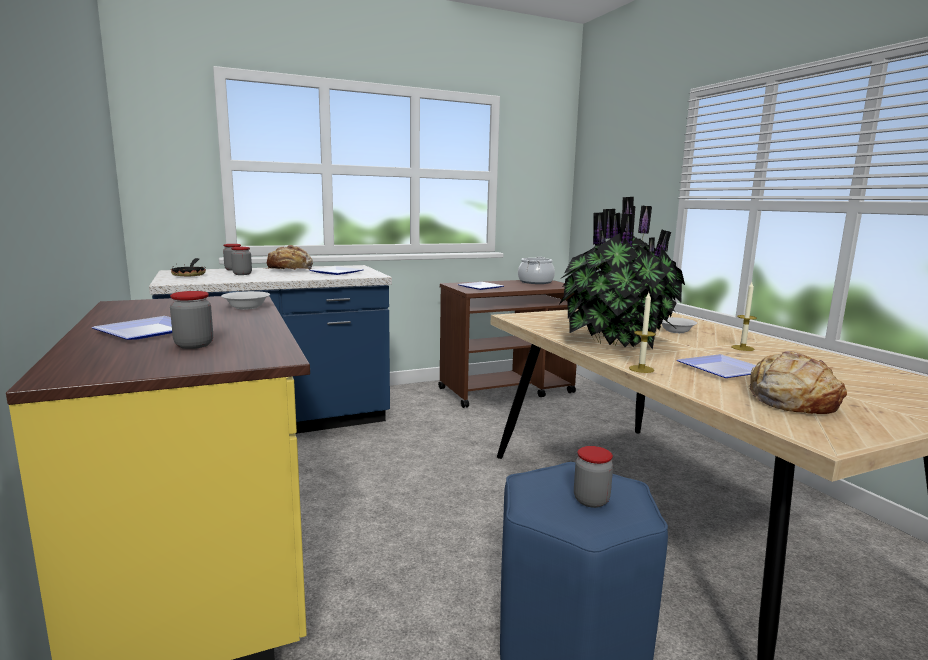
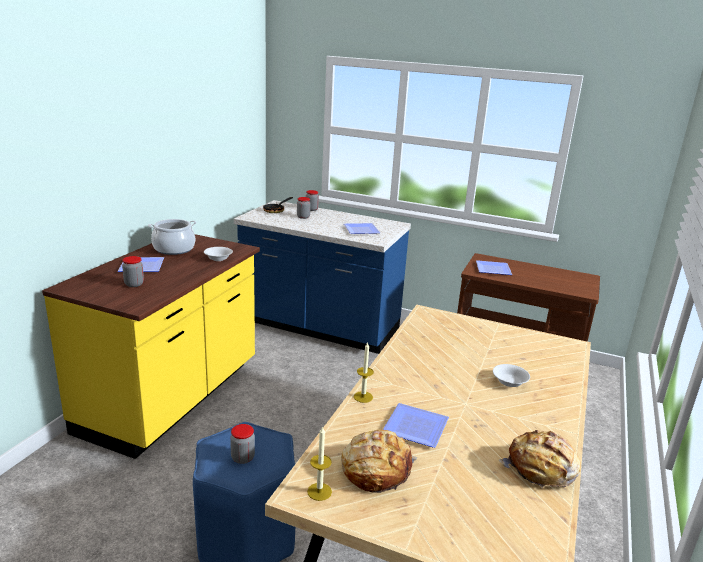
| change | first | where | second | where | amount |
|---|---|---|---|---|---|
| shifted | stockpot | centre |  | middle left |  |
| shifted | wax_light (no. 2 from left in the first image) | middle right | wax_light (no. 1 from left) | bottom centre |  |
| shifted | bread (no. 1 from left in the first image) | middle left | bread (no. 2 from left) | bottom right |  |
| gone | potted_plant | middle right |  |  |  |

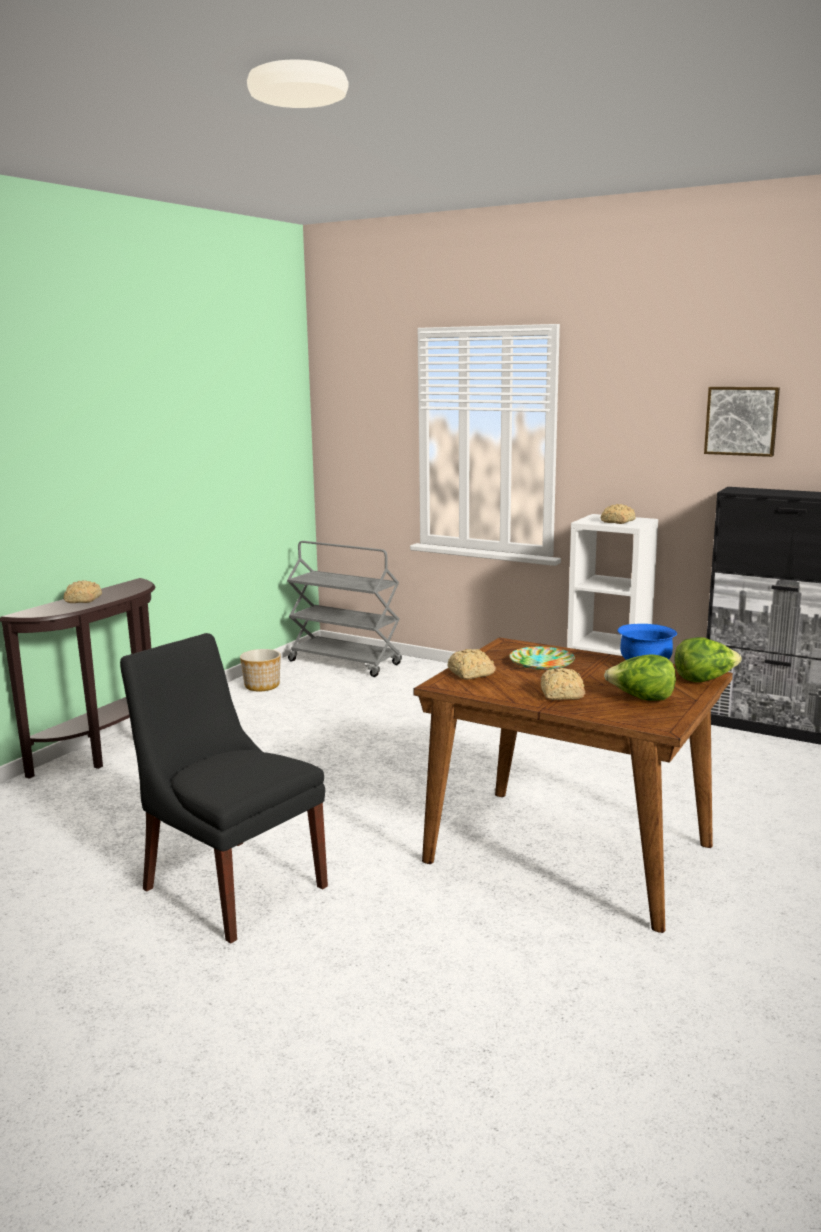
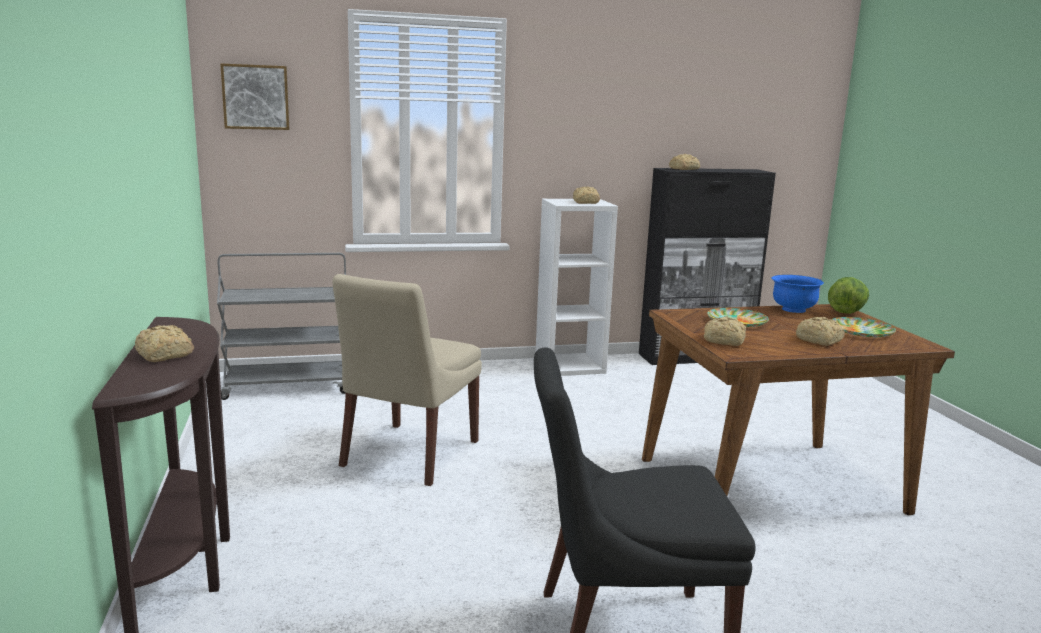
| change | first | where | second | where | amount |
|---|---|---|---|---|---|
| shifted | picture | middle right |  | top left |  |
| new |  |  | beige-coloured_upright_chair | centre |  |
| new |  |  | bread (no. 3 from left) | top centre |  |
| swapped | head_of_lettuce (no. 1 from left) | middle right | plate (no. 2 from left) | middle right |  |
| gone | plant_pot | middle left |  |  |  |

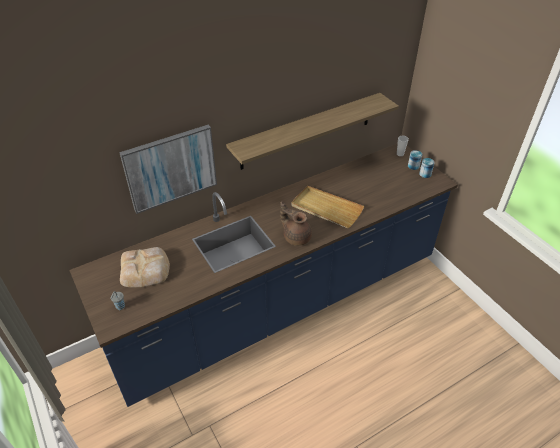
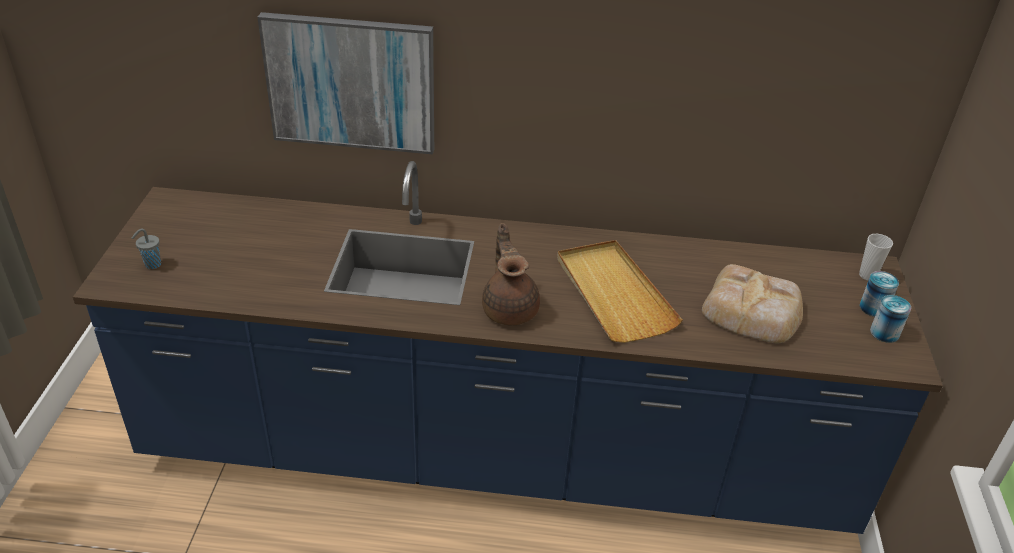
| change | first | where | second | where | amount |
|---|---|---|---|---|---|
| shifted | bread | middle left |  | middle right |  |
| gone | wall_shelf | top centre |  |  |  |

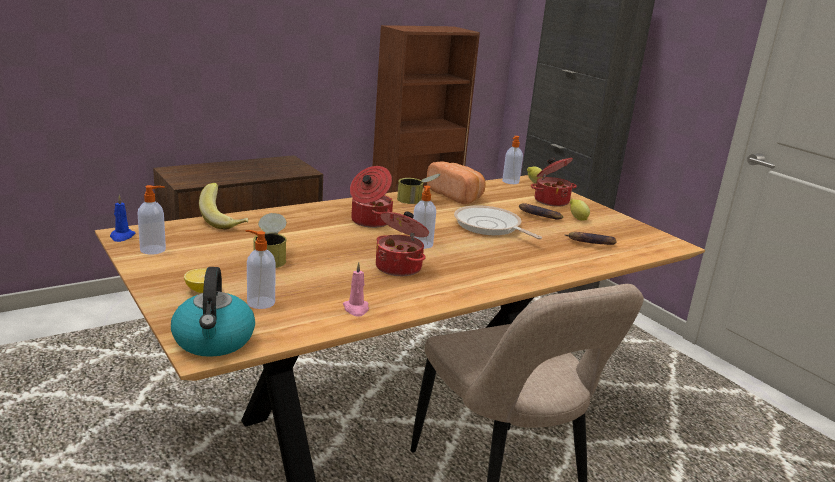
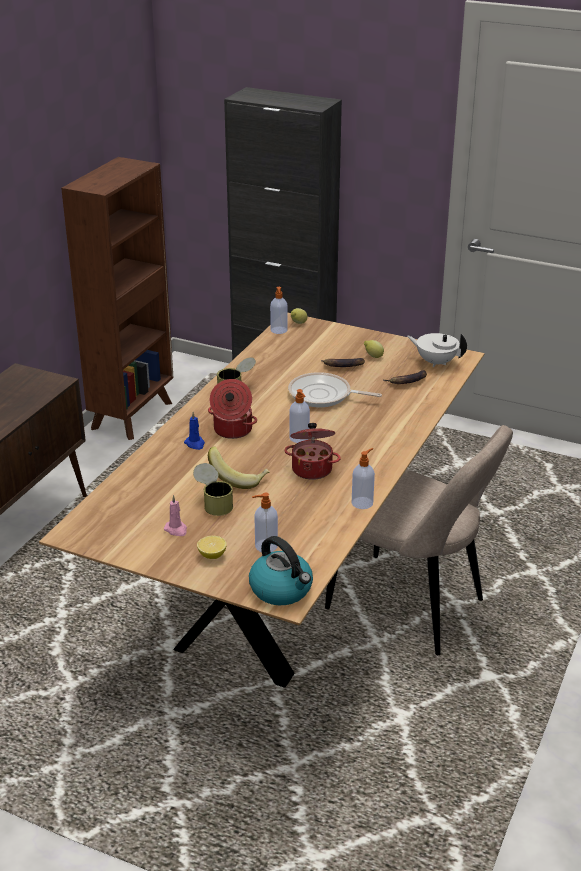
| change | first | where | second | where | amount |
|---|---|---|---|---|---|
| shifted | pink_wax_light | centre |  | middle left |  |
| shifted | blue-coloured_wax_light | middle left |  | centre |  |
| shifted | banana (no. 1 from left) | middle left |  | centre |  |
| shifted | liquid_soap_bottle (no. 1 from left in the first image) | middle left | liquid_soap_bottle (no. 4 from left) | centre |  |
| new |  |  | white-coloured_pot_for_tea | middle right |  |
| gone | bread | centre |  |  |  |
| gone | stockpot (no. 3 from left) | centre |  |  |  |

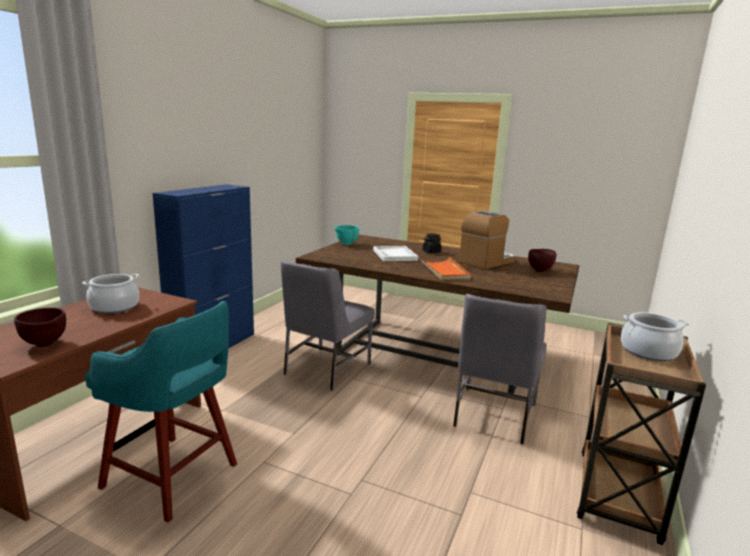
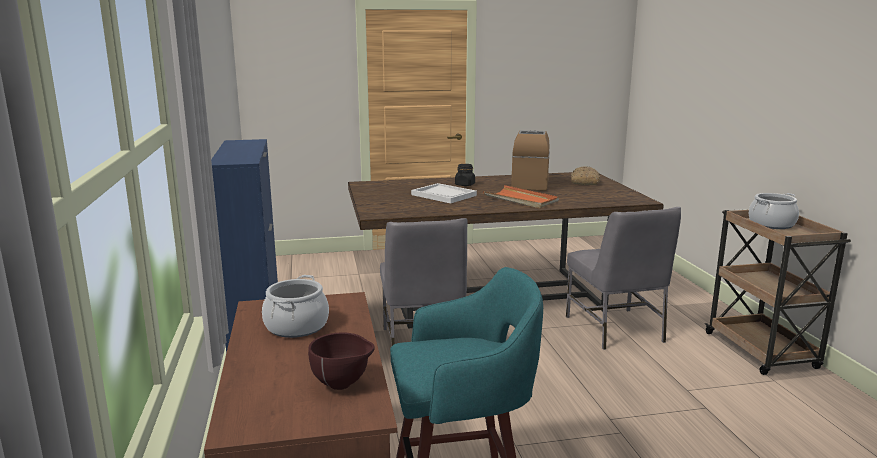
| change | first | where | second | where | amount |
|---|---|---|---|---|---|
| swapped | brown_serving_bowl (no. 2 from left) | middle right | bread | middle right |  |
| gone | turquoise-coloured_serving_bowl | centre |  |  |  |

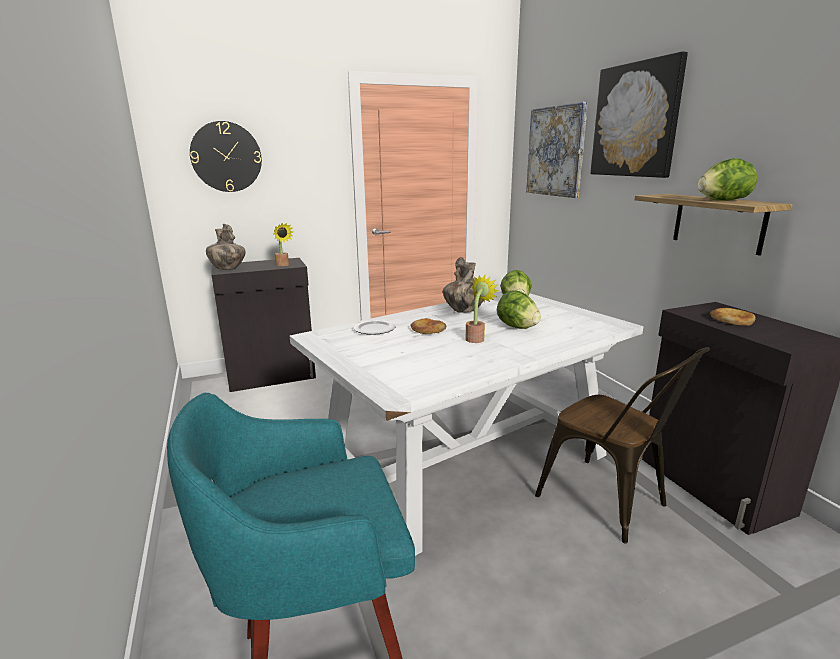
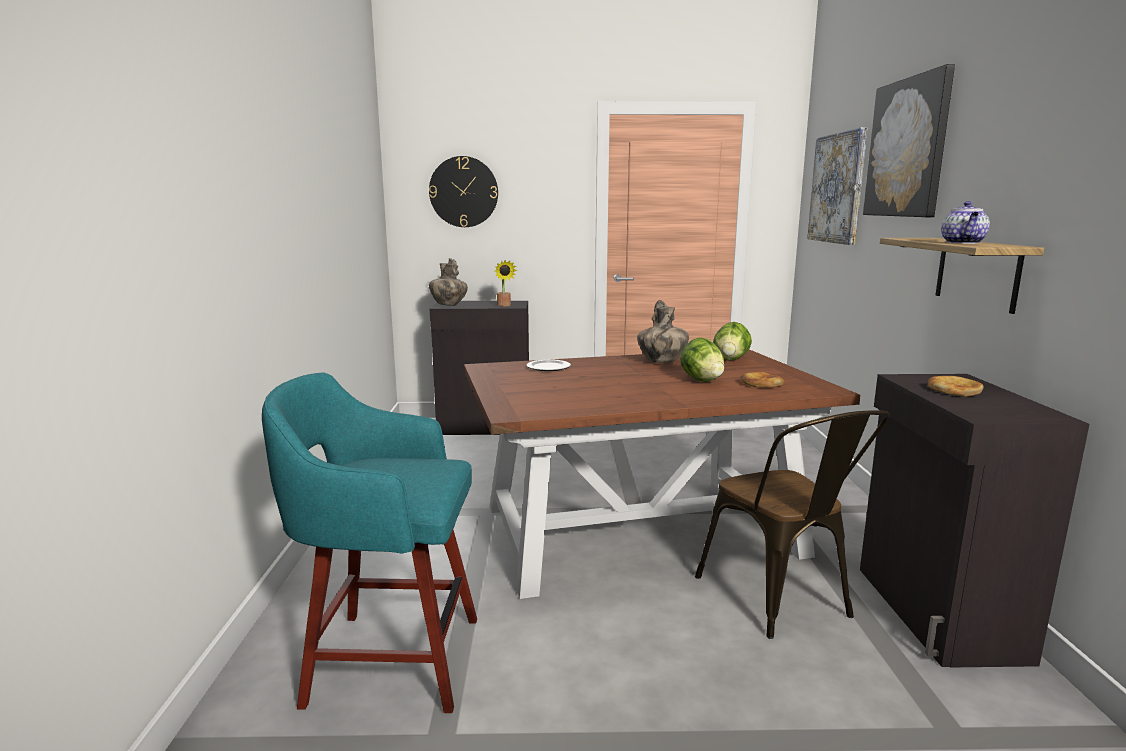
| change | first | where | second | where | amount |
|---|---|---|---|---|---|
| repainted | white-coloured_dinner_table | centre | brown_dinner_table | centre |  |
| shifted | bread (no. 1 from left) | centre |  | middle right |  |
| swapped | head_of_lettuce (no. 3 from left) | top right | pot_for_tea | top right |  |
| gone | potted_plant (no. 2 from left) | centre |  |  |  |

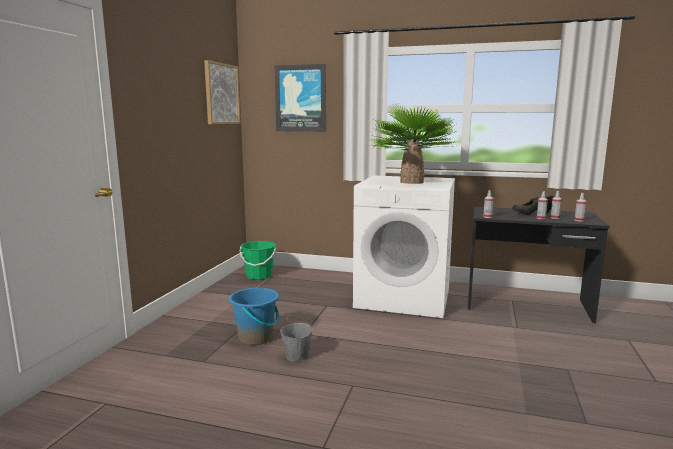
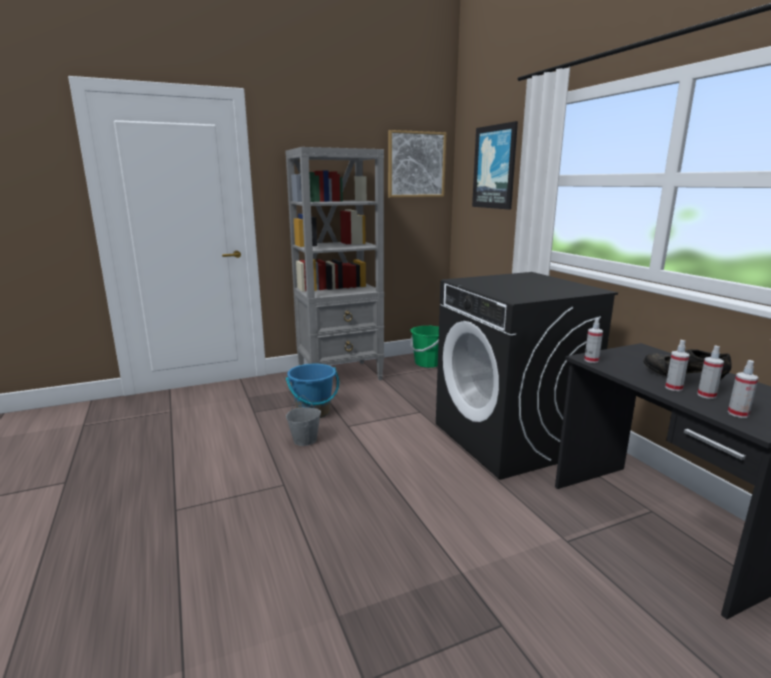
| change | first | where | second | where | amount |
|---|---|---|---|---|---|
| new |  |  | gray_shelving_unit | centre |  |
| repainted | white-coloured_laundry_machine | centre | black-coloured_laundry_machine | middle right |  |
| gone | potted_plant | top centre |  |  |  |

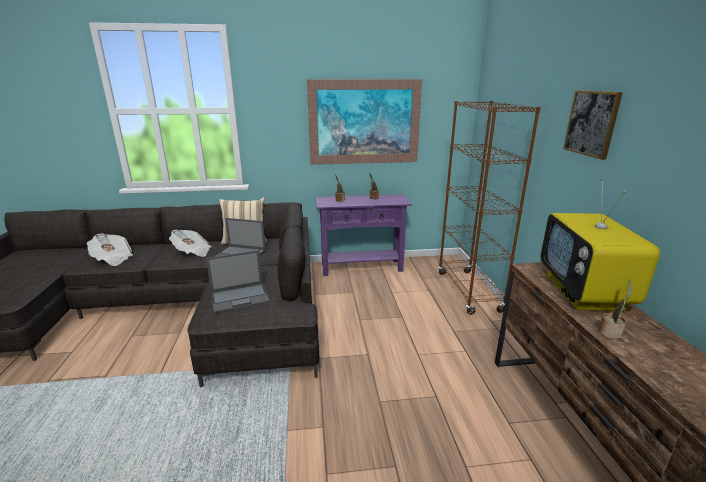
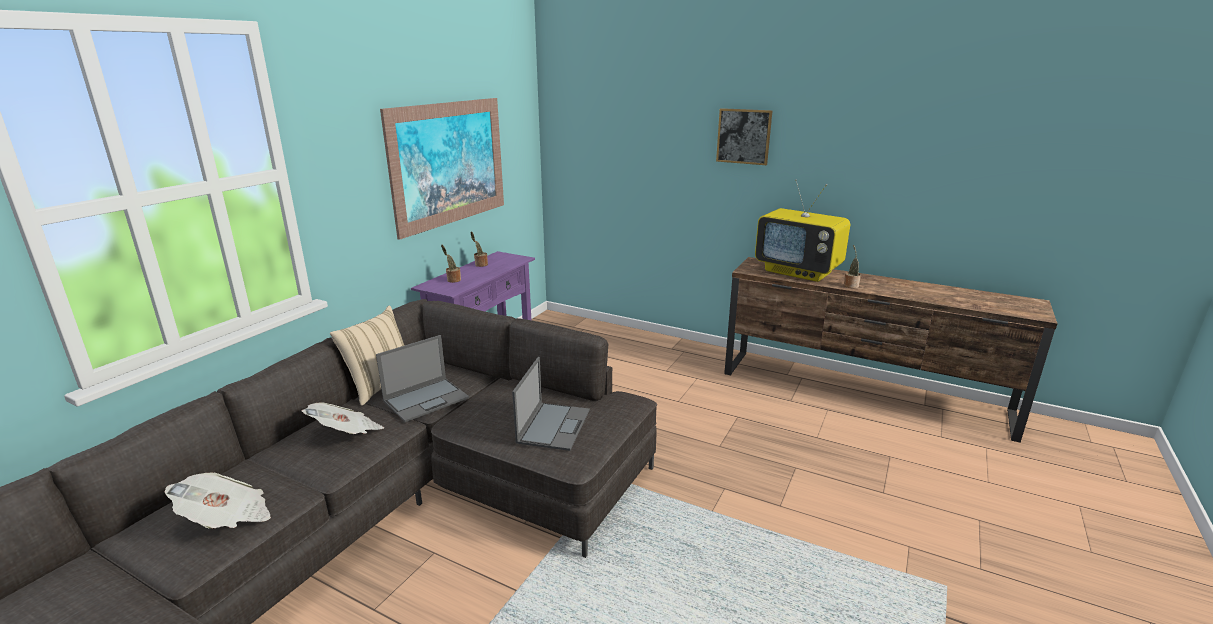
| change | first | where | second | where | amount |
|---|---|---|---|---|---|
| gone | brown_shelving_unit | middle right |  |  |  |

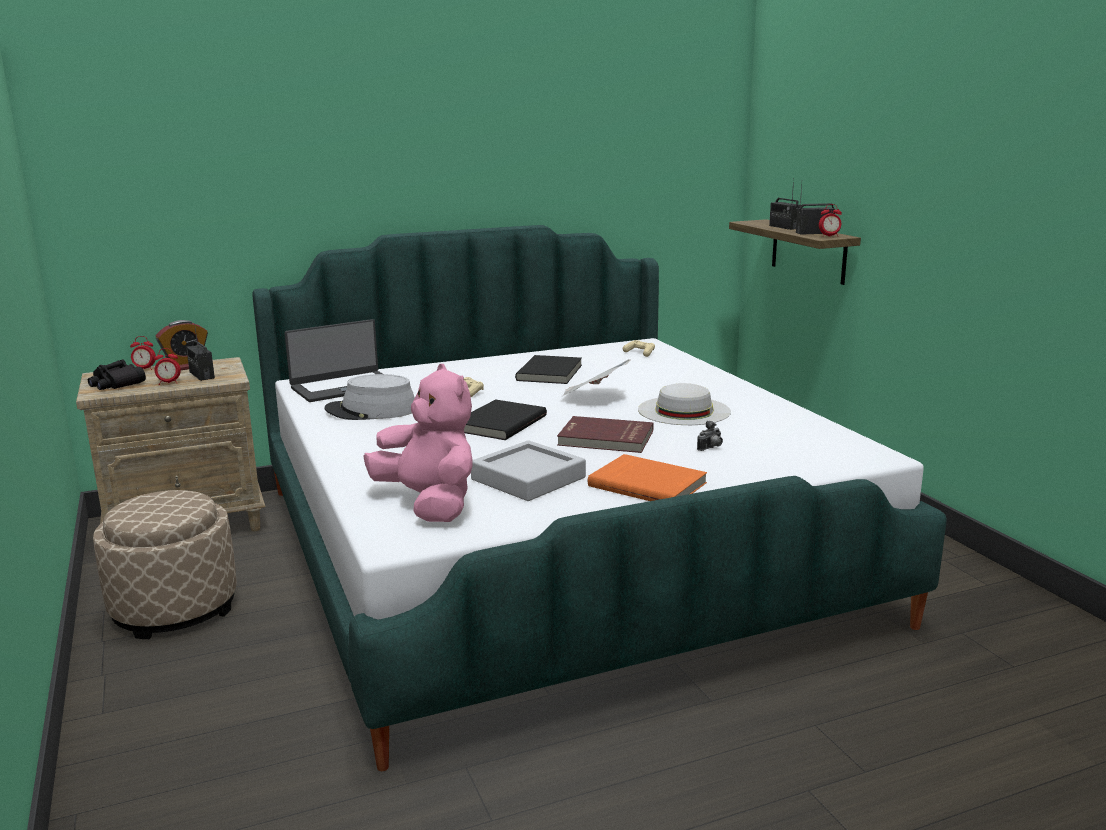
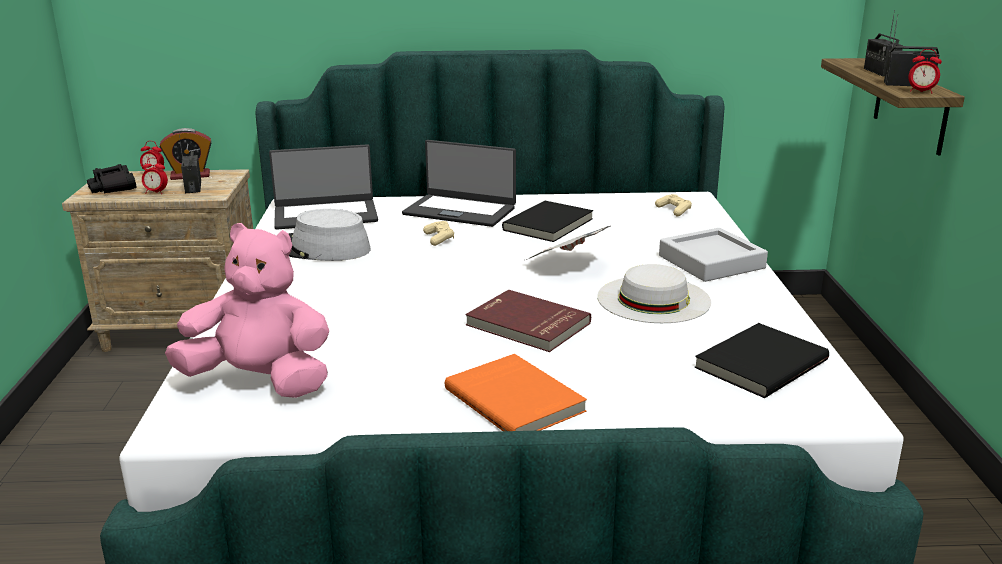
| change | first | where | second | where | amount |
|---|---|---|---|---|---|
| rotated | pink_plush_toy | centre |  | middle left | 60 degrees counterclockwise |
| new |  |  | portable_computer (no. 2 from left) | top centre |  |
| shifted | gray_serving_tray | centre |  | middle right |  |
| shifted | black-coloured_volume (no. 1 from left in the first image) | centre | black-coloured_volume (no. 2 from left) | middle right |  |
| gone | beige-coloured_footrest | bottom left |  |  |  |
| gone | photo_camera | centre |  |  |  |

